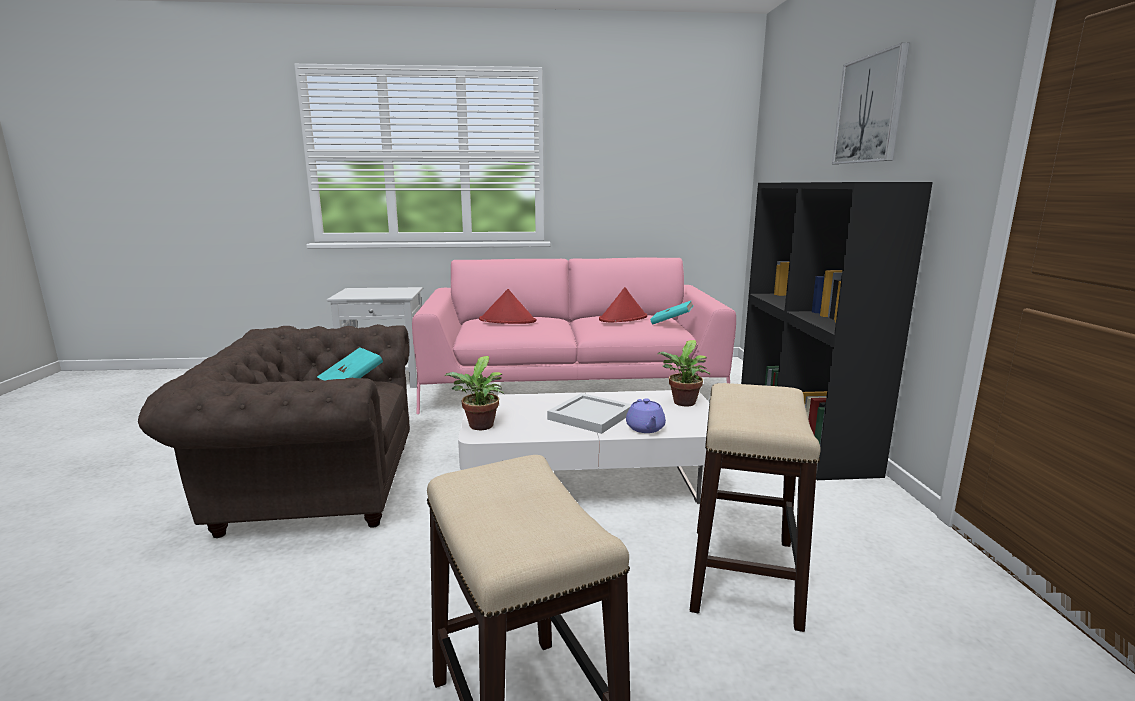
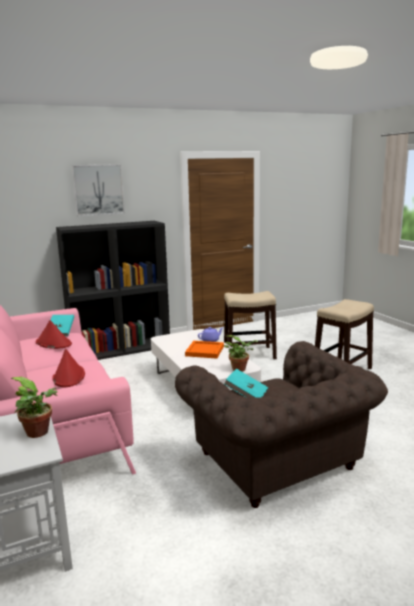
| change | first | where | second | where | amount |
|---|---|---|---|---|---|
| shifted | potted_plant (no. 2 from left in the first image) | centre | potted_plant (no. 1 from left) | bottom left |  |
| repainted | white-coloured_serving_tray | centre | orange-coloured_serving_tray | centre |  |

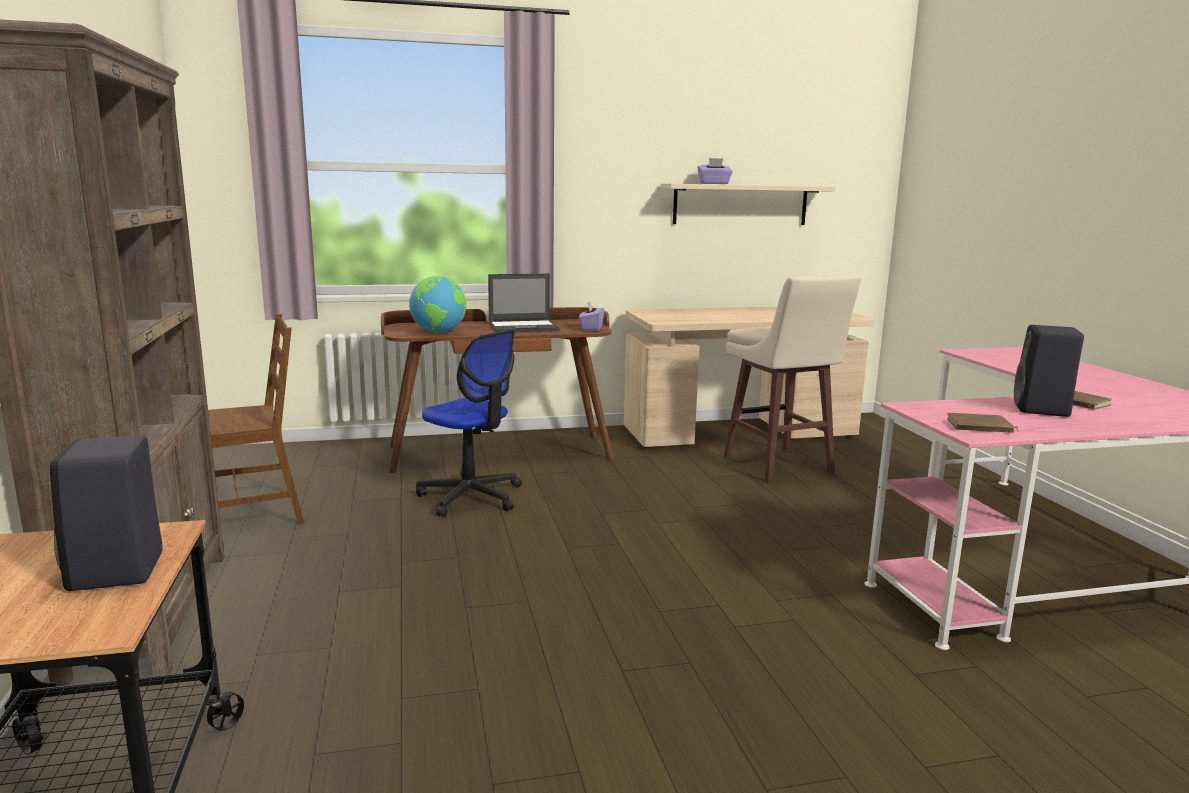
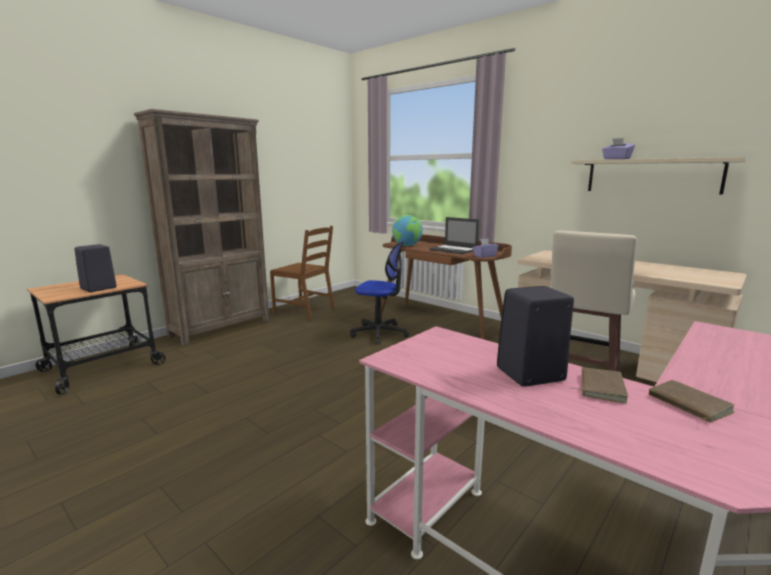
| change | first | where | second | where | amount |
|---|---|---|---|---|---|
| rotated | computer_chair | centre |  | centre | 75 degrees counterclockwise |
| shifted | brown_volume (no. 1 from left in the first image) | middle right | brown_volume (no. 2 from left) | bottom right |  |

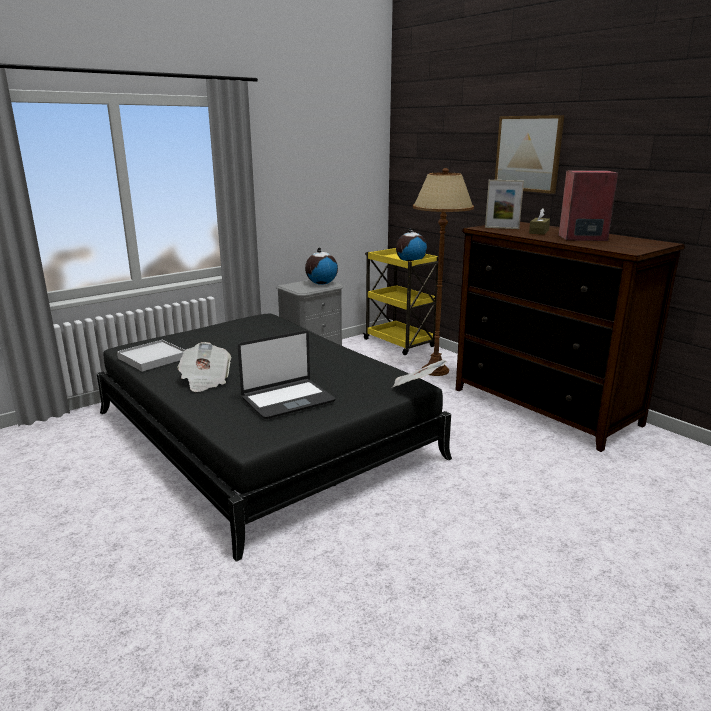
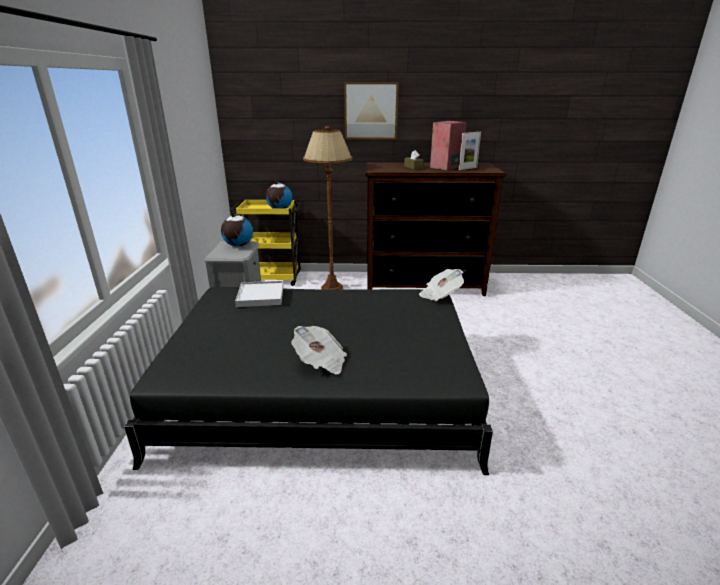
| change | first | where | second | where | amount |
|---|---|---|---|---|---|
| shifted | white-coloured_serving_tray | middle left |  | centre |  |
| shifted | picture_frame | top right |  | top centre |  |
| gone | portable_computer | centre |  |  |  |

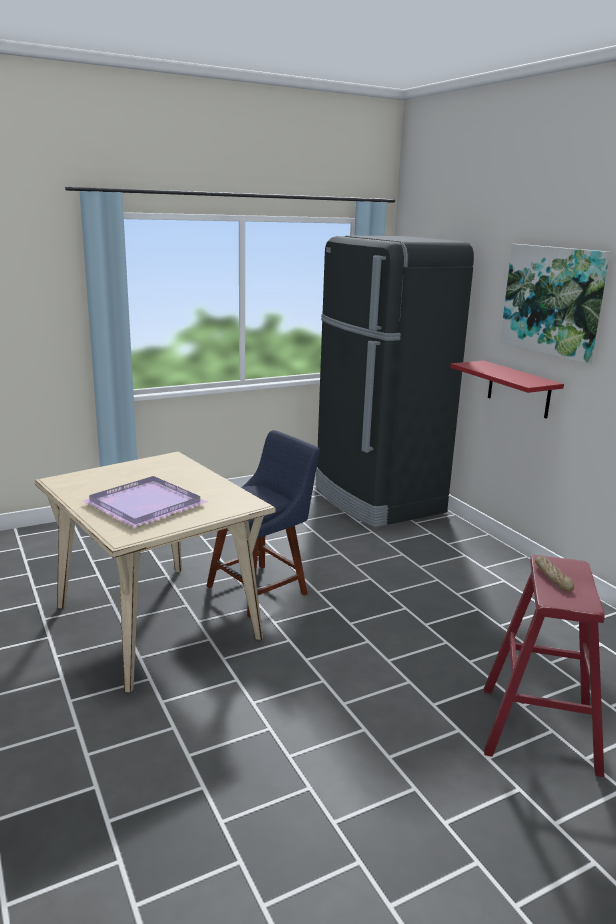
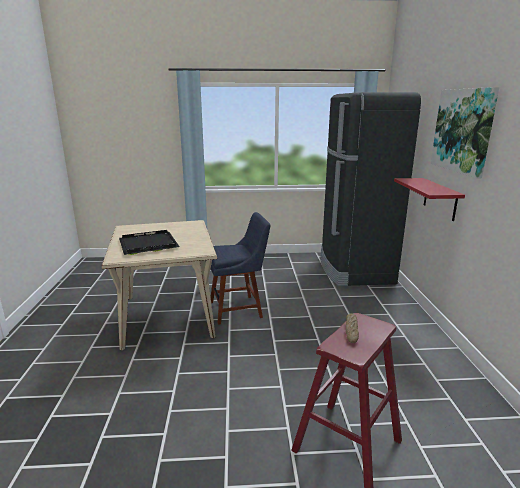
| change | first | where | second | where | amount |
|---|---|---|---|---|---|
| repainted | purplish_serving_tray | middle left | black-coloured_serving_tray | middle left |  |

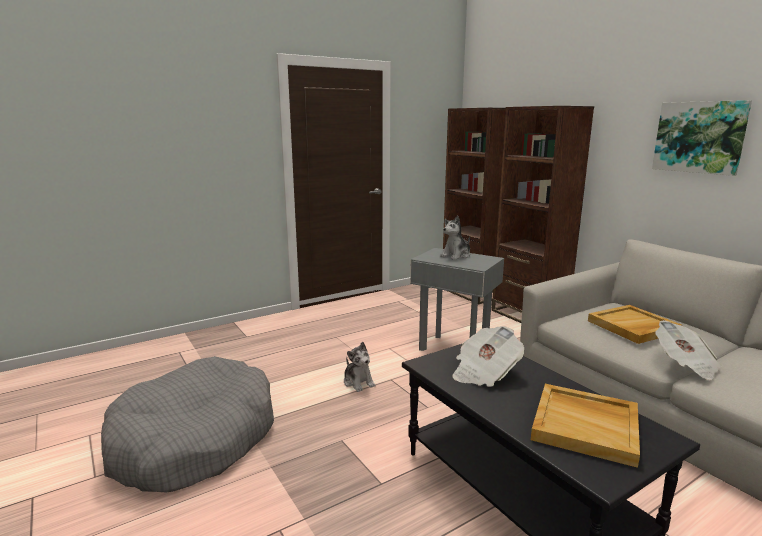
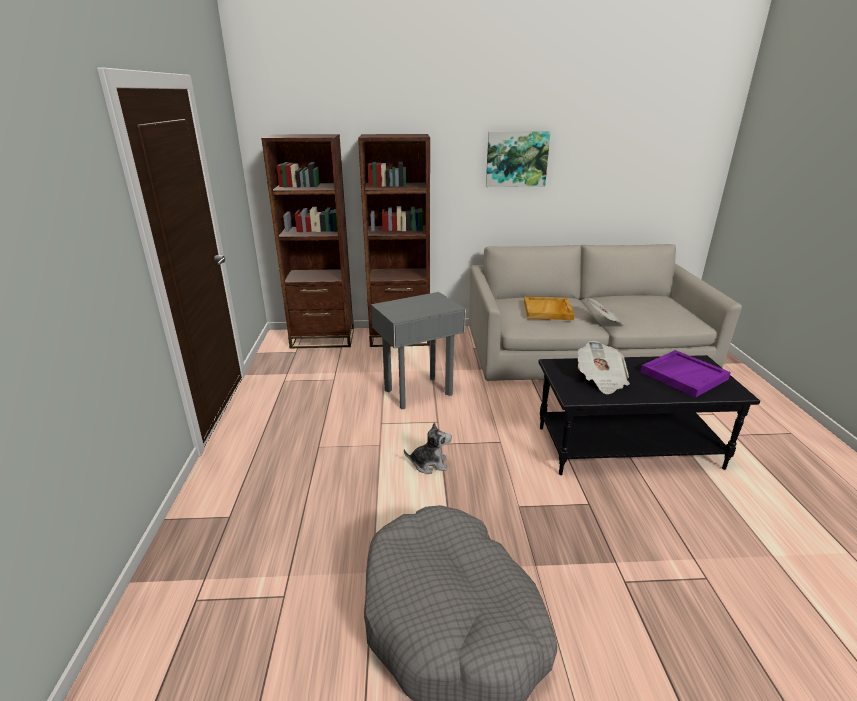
| change | first | where | second | where | amount |
|---|---|---|---|---|---|
| repainted | beige-coloured_serving_tray (no. 1 from left) | bottom right | purplish_serving_tray | middle right |  |
| gone | plush_toy (no. 2 from left) | centre |  |  |  |

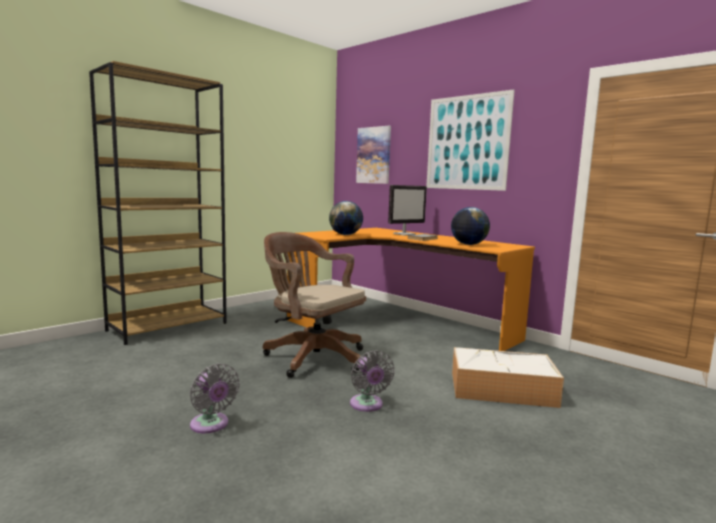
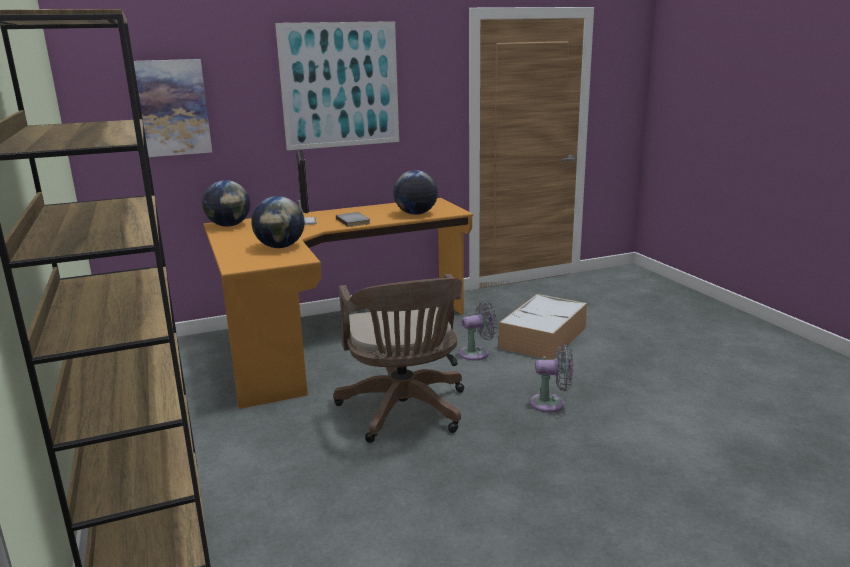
| change | first | where | second | where | amount |
|---|---|---|---|---|---|
| new |  |  | world_globe (no. 1 from left) | middle left |  |
| rotated | brown_computer_chair | centre |  | centre | 75 degrees counterclockwise |
| shifted | gray_cooling_fan (no. 1 from left) | bottom left |  | centre |  |

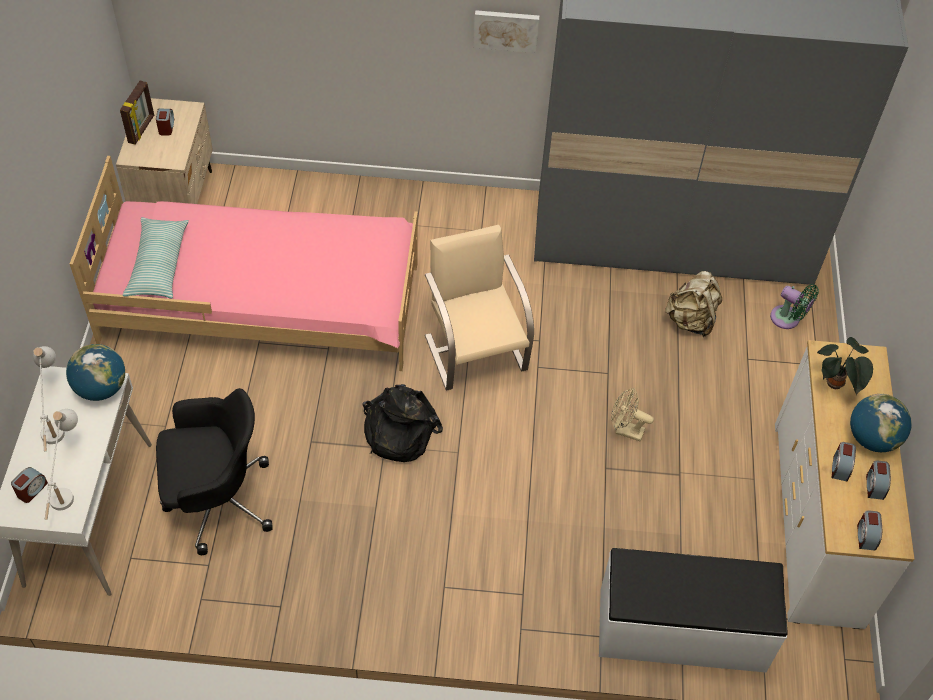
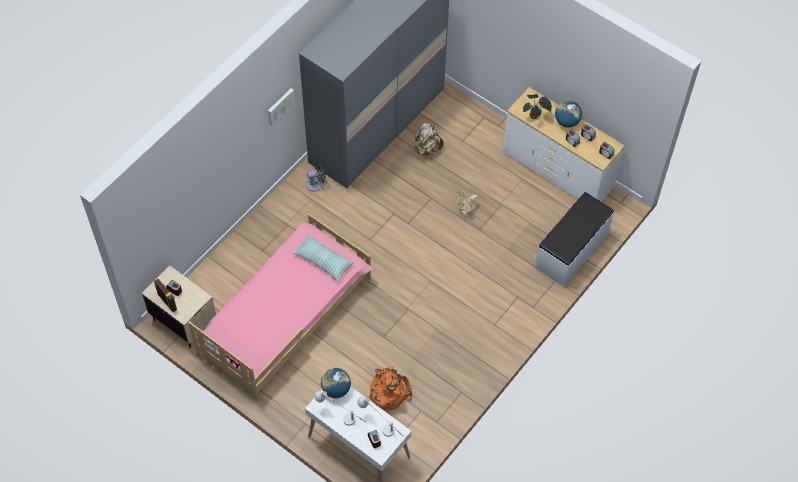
| change | first | where | second | where | amount |
|---|---|---|---|---|---|
| shifted | cushion | middle left |  | centre |  |
| shifted | greenish_cooling_fan | middle right |  | centre |  |
| swapped | black-coloured_computer_chair | bottom left | orange-coloured_backpack | bottom centre |  |
| gone | black-coloured_backpack | centre |  |  |  |
| gone | beige-coloured_upright_chair | centre |  |  |  |

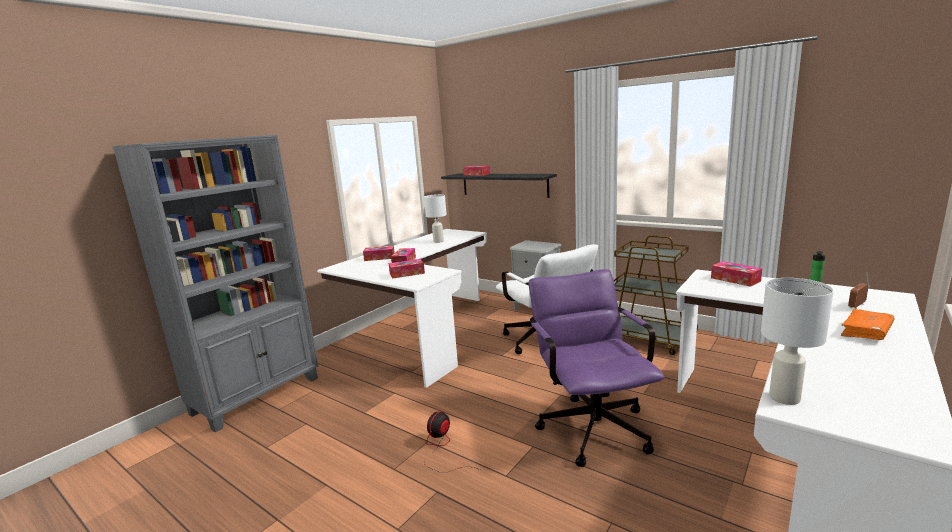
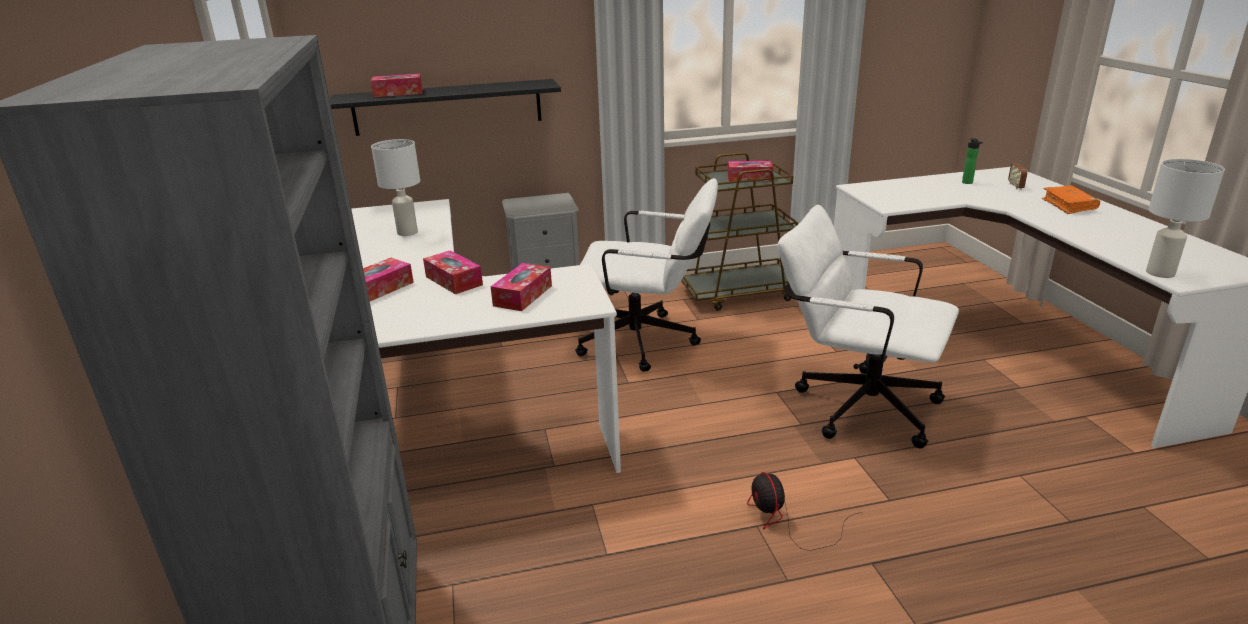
| change | first | where | second | where | amount |
|---|---|---|---|---|---|
| shifted | tissue_box (no. 5 from left) | middle right |  | top centre |  |
| repainted | purplish_computer_chair | bottom centre | white-coloured_computer_chair (no. 2 from left) | middle right |  |

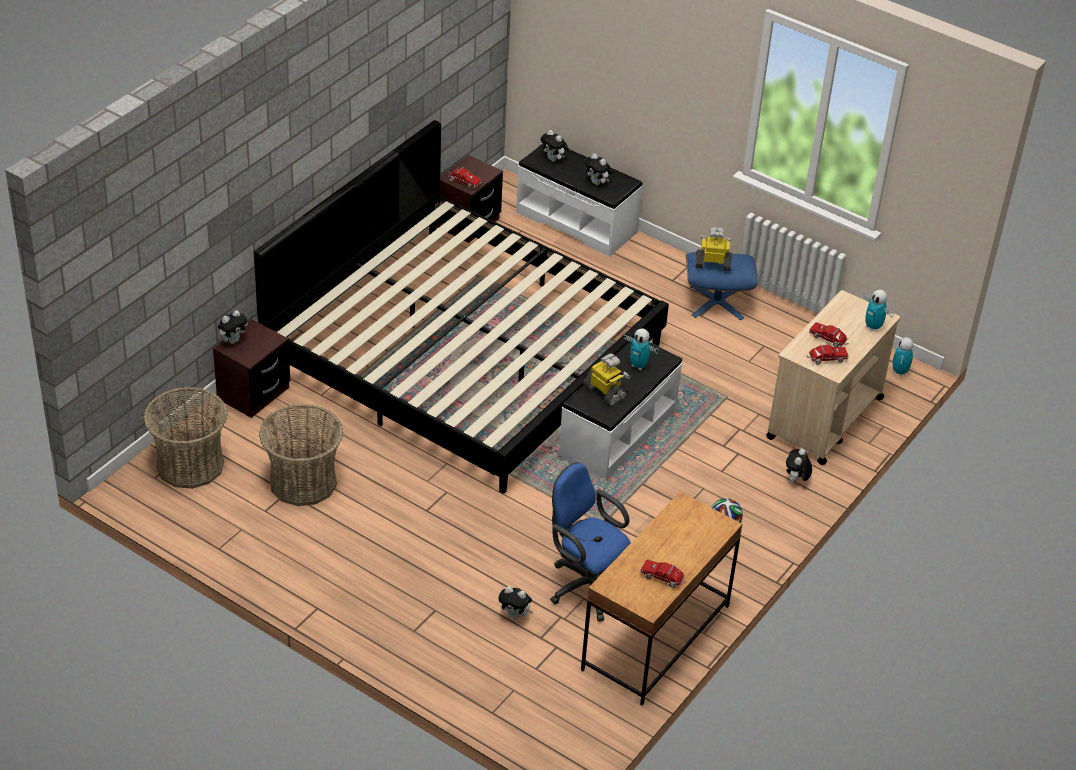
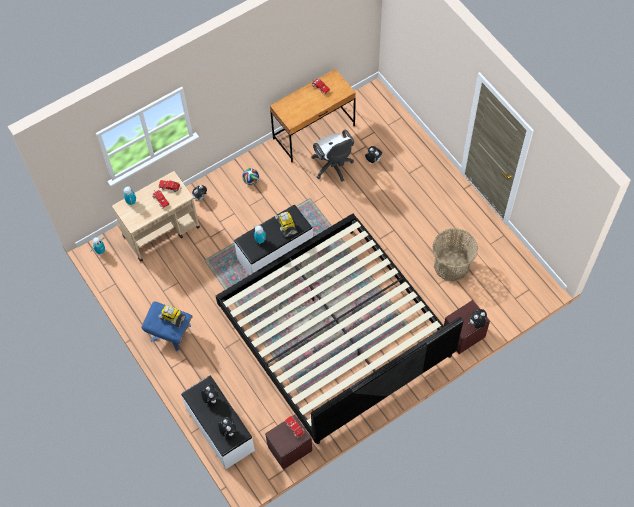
| change | first | where | second | where | amount |
|---|---|---|---|---|---|
| repainted | blue-coloured_computer_chair | bottom centre | white-coloured_computer_chair | top centre |  |
| gone | basket (no. 1 from left) | middle left |  |  |  |

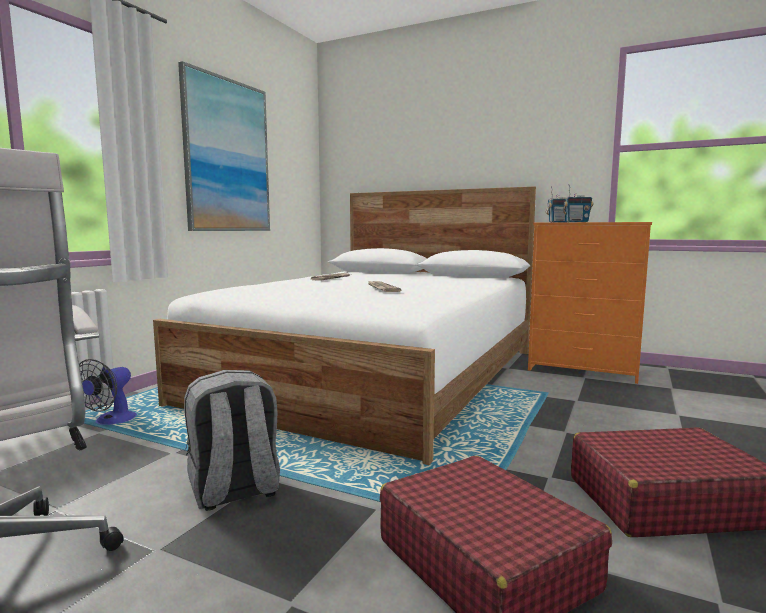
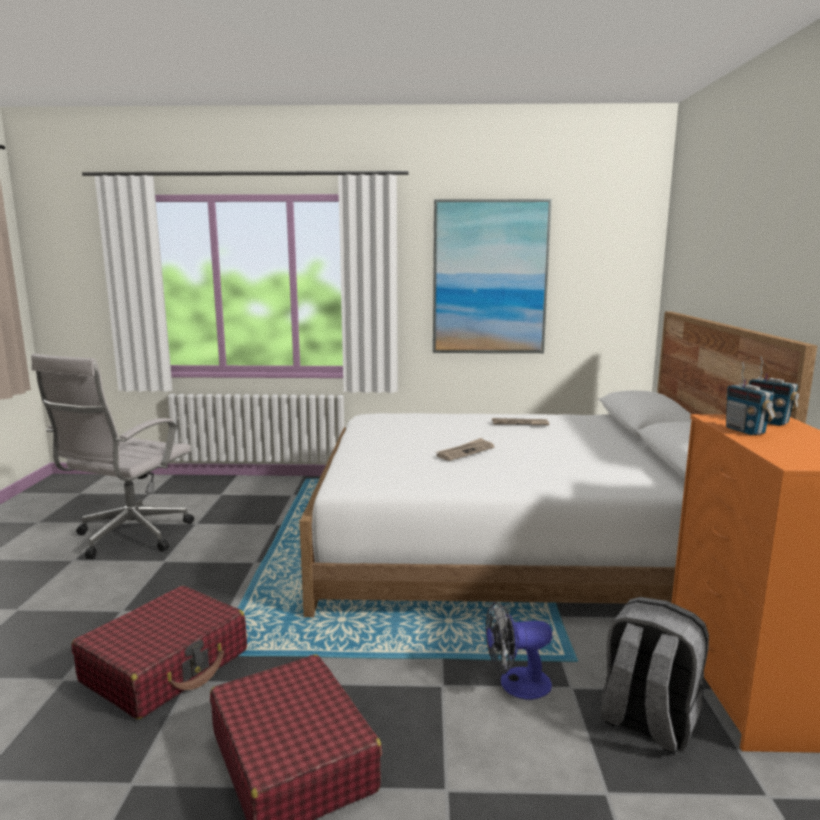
| change | first | where | second | where | amount |
|---|---|---|---|---|---|
| shifted | cooling_fan | middle left |  | bottom centre |  |
| shifted | gray_backpack | bottom left |  | bottom right |  |

